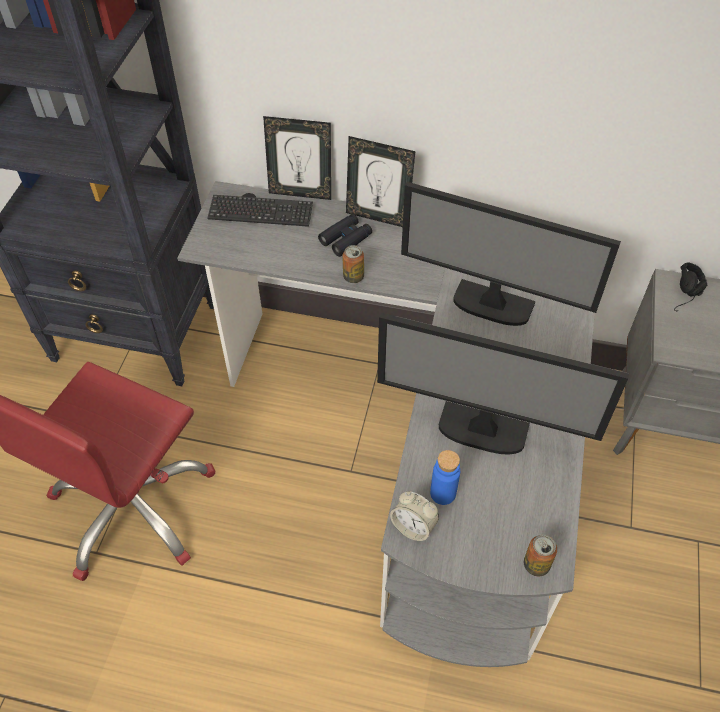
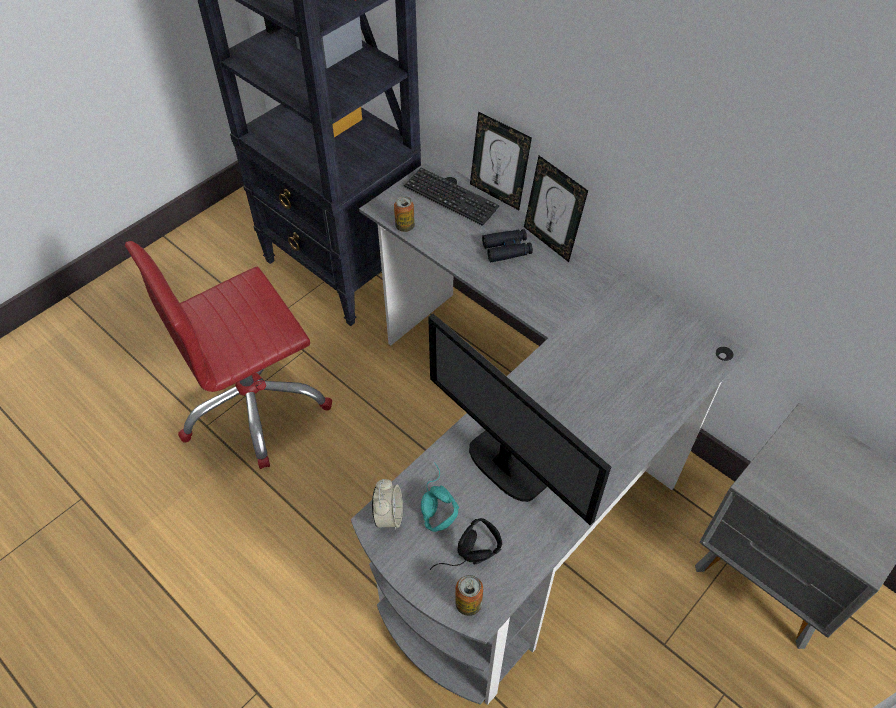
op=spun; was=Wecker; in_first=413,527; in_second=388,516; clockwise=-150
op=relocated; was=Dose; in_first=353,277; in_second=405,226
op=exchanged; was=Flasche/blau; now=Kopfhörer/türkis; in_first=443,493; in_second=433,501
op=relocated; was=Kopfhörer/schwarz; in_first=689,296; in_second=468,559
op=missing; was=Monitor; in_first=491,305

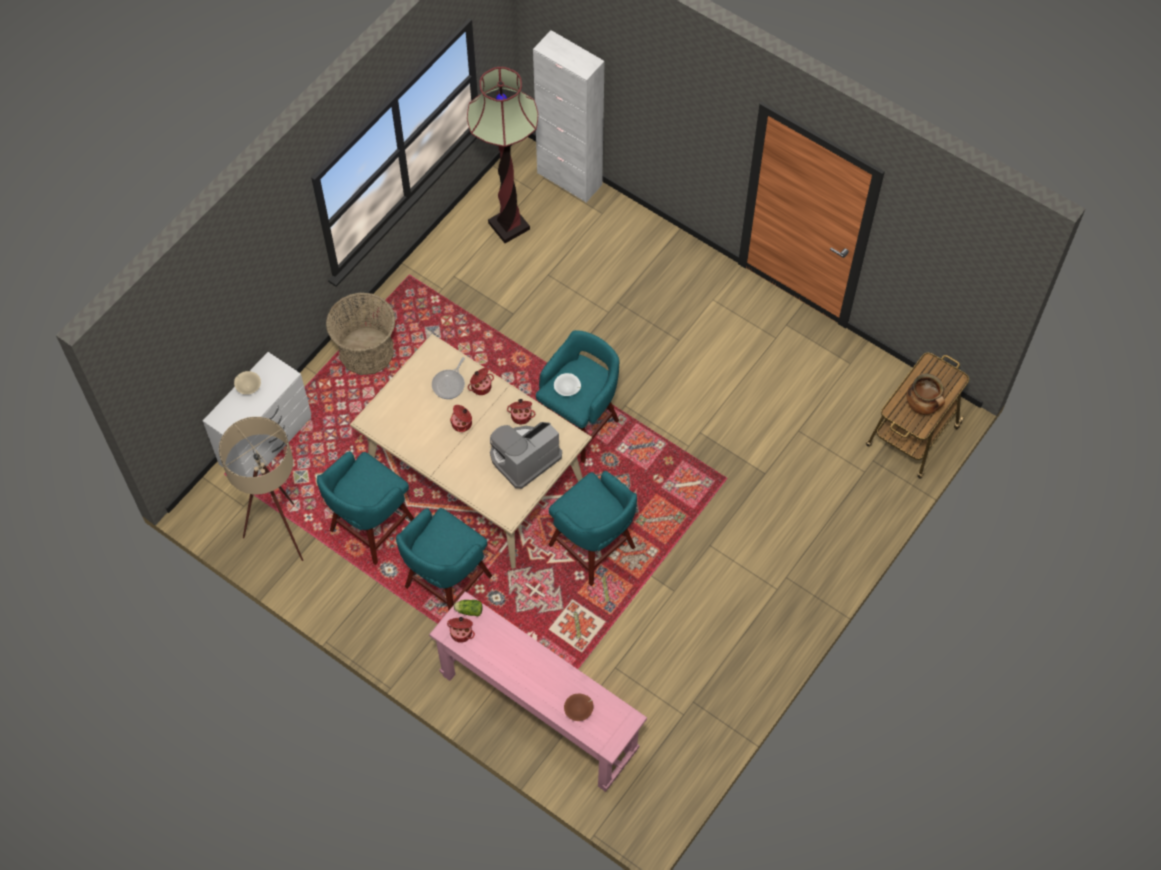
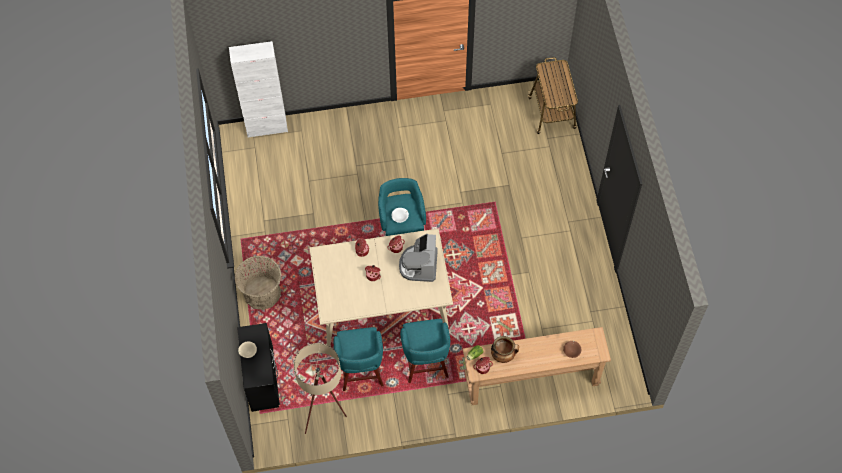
op=colour; was=Kommode/weiß; now=Kommode/schwarz; in_first=267,441; in_second=263,379
op=colour; was=Konsolentisch/rosa; now=Konsolentisch/braun; in_first=538,712; in_second=531,380
op=relocated; was=Kochtopf; in_first=922,406; in_second=503,355
op=missing; was=Pfanne; in_first=449,384
op=missing; was=Stehlampe; in_first=509,226
op=missing; was=Hocker/türkis; in_first=593,548

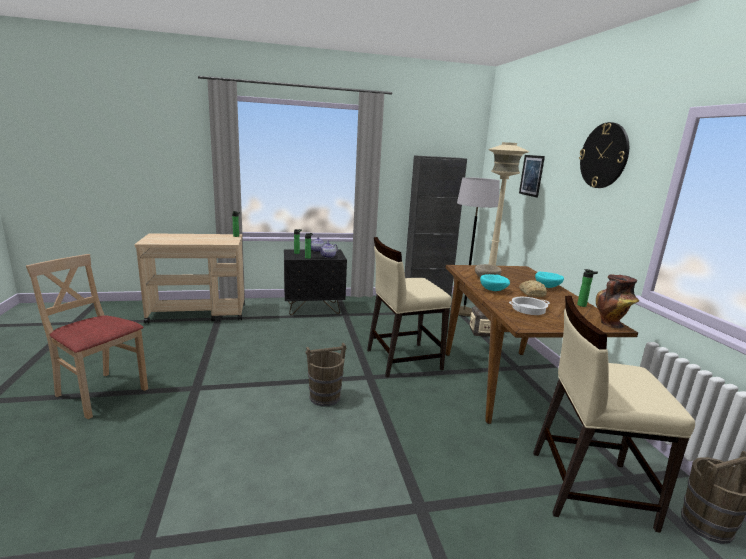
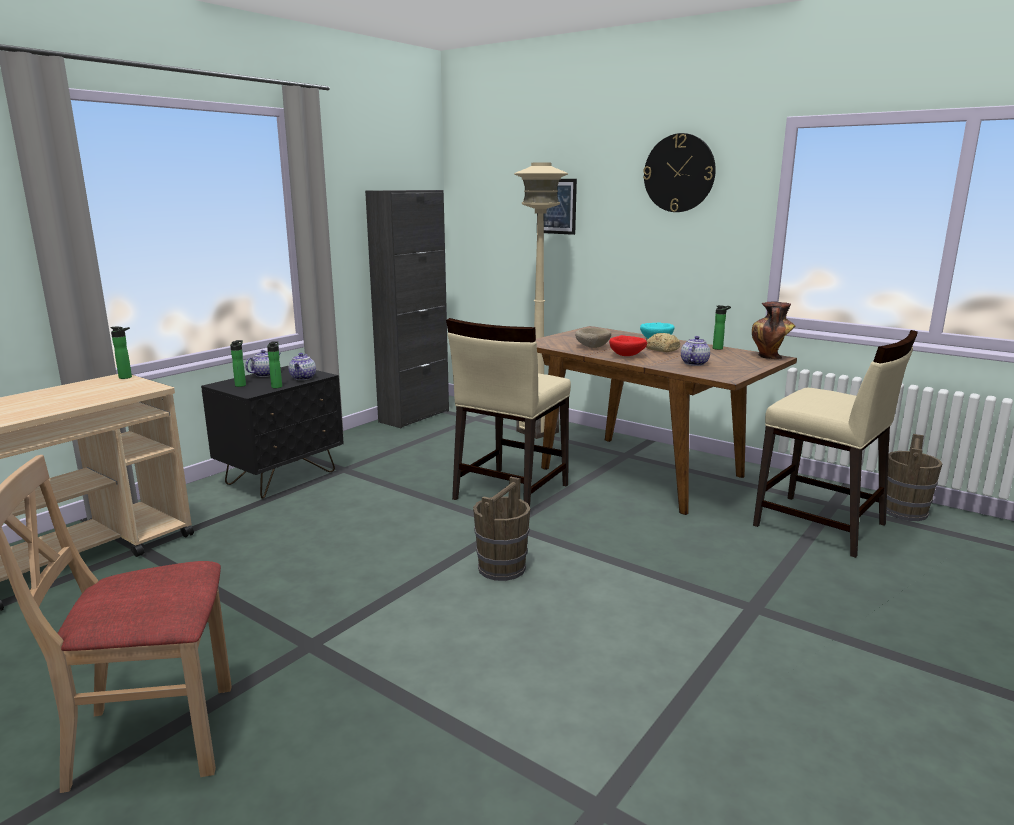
op=colour; was=Schüssel/türkis; now=Schüssel/rot; in_first=494,290; in_second=628,356
op=exchanged; was=Kochtopf; now=Teekanne; in_first=528,309; in_second=694,363
op=spun; was=Stuhl/beige; in_first=588,487; in_second=820,525; clockwise=-105
op=missing; was=Stehlampe/grau; in_first=463,312

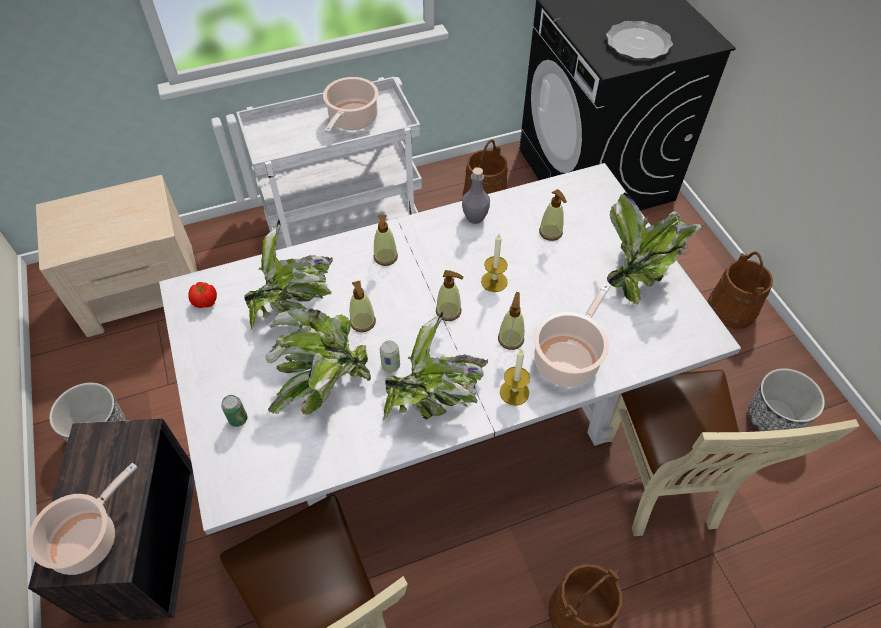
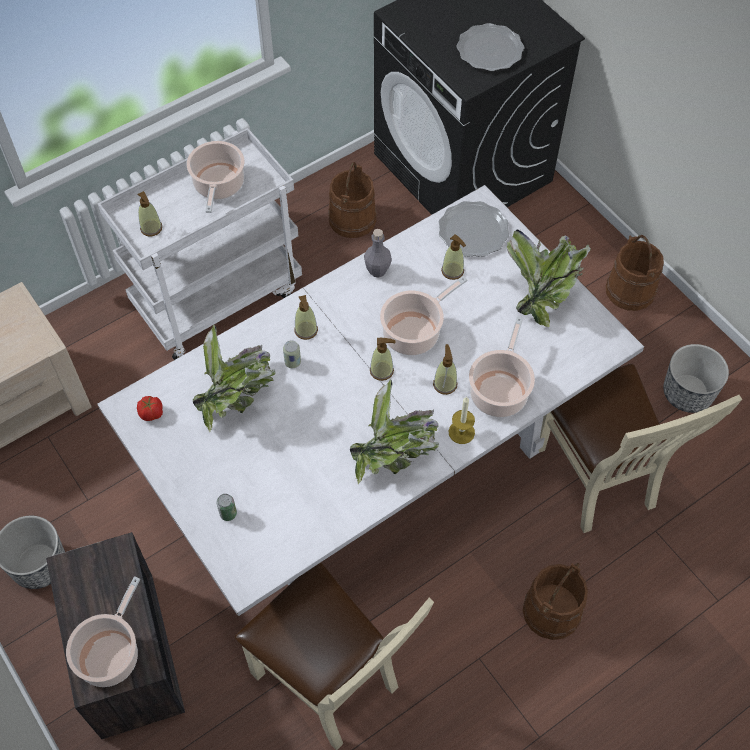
op=relocated; was=Seifenspender; in_first=363,322; in_second=151,228
op=relocated; was=Dose; in_first=391,366; in_second=292,362
op=exchanged; was=Kerze; now=Kochtopf; in_first=494,281; in_second=414,332
op=appeared; now=Teller; in_second=473,231
op=missing; was=Topfpflanze; in_first=323,384

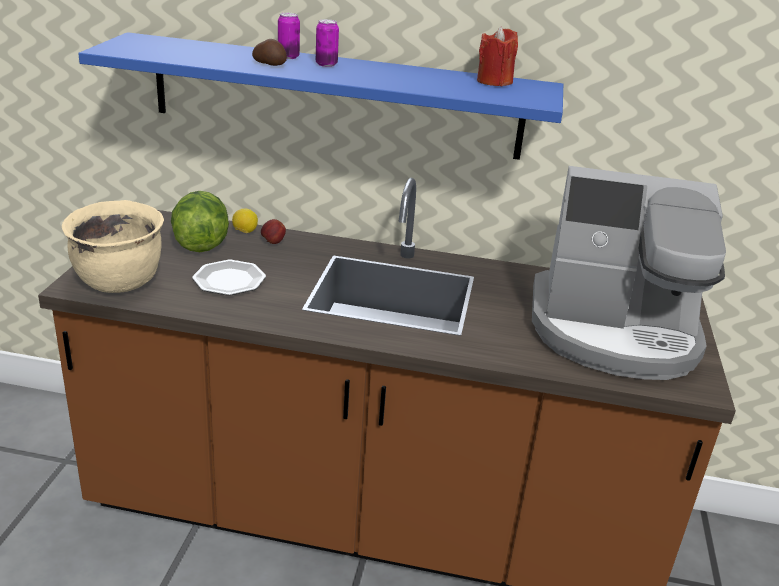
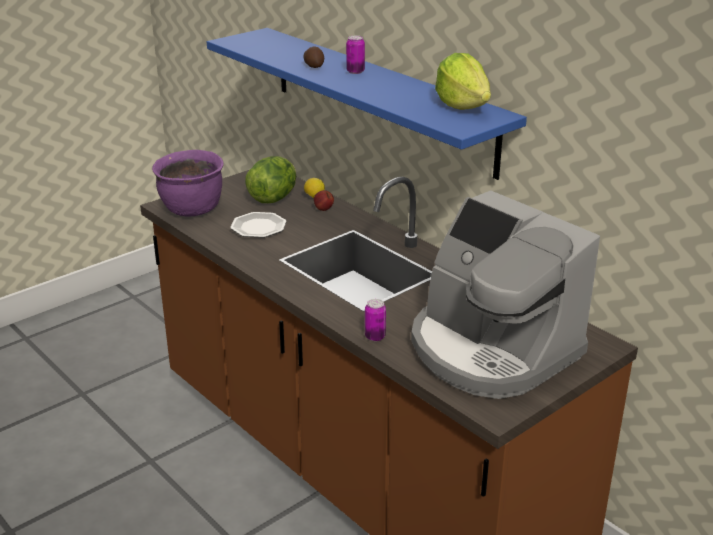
op=colour; was=Kochtopf/beige; now=Kochtopf/lila; in_first=120,282; in_second=192,210
op=relocated; was=Dose; in_first=288,57; in_second=375,337
op=exchanged; was=Kerze/rot; now=Salatkopf; in_first=494,81; in_second=462,105

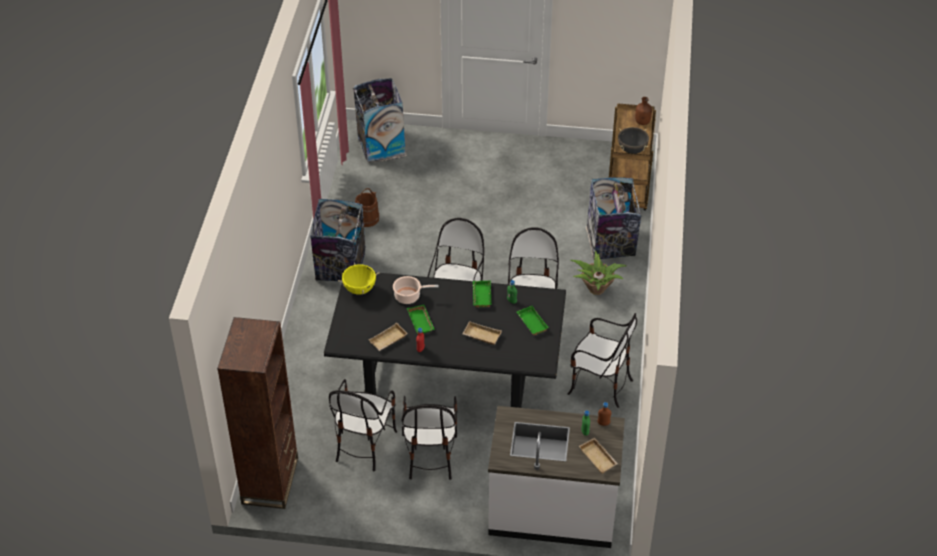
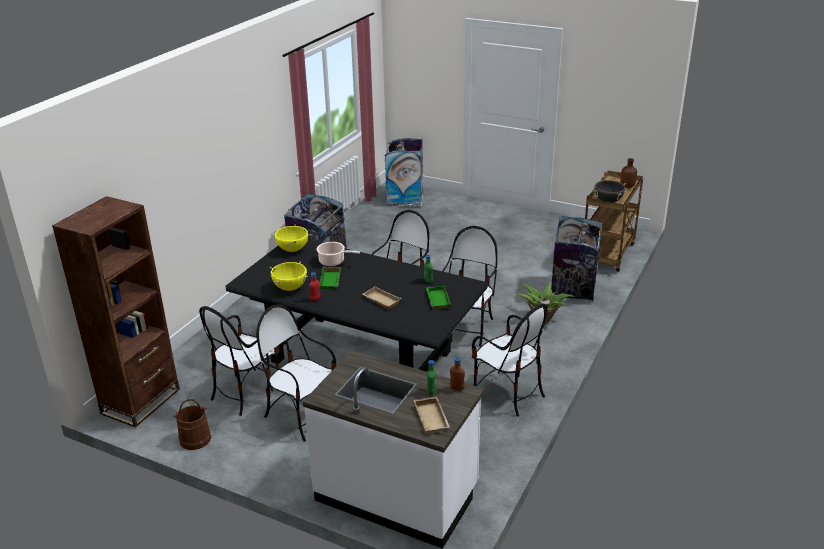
op=relocated; was=Eimer/braun; in_first=367,218; in_second=195,439
op=spun; was=Stuhl; in_first=430,456; in_second=302,415; clockwise=105
op=exchanged; was=Tablett/beige; now=Kochtopf/gelb; in_first=388,340; in_second=290,288
op=missing; was=Tablett/grün; in_first=481,295

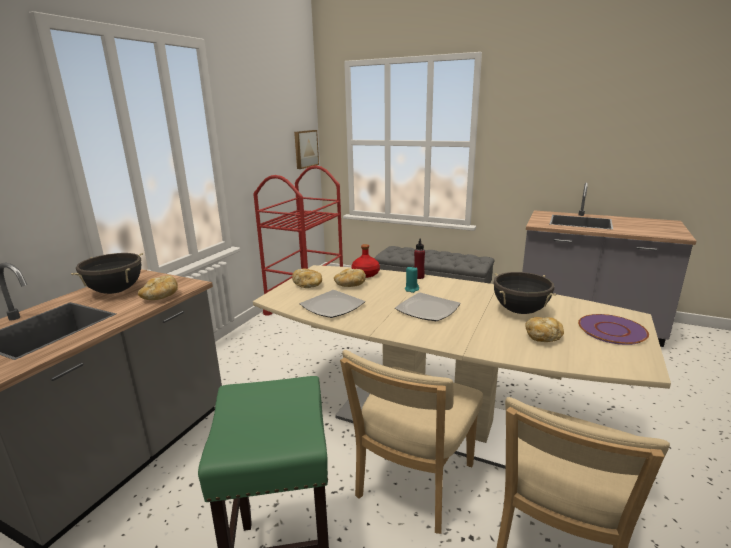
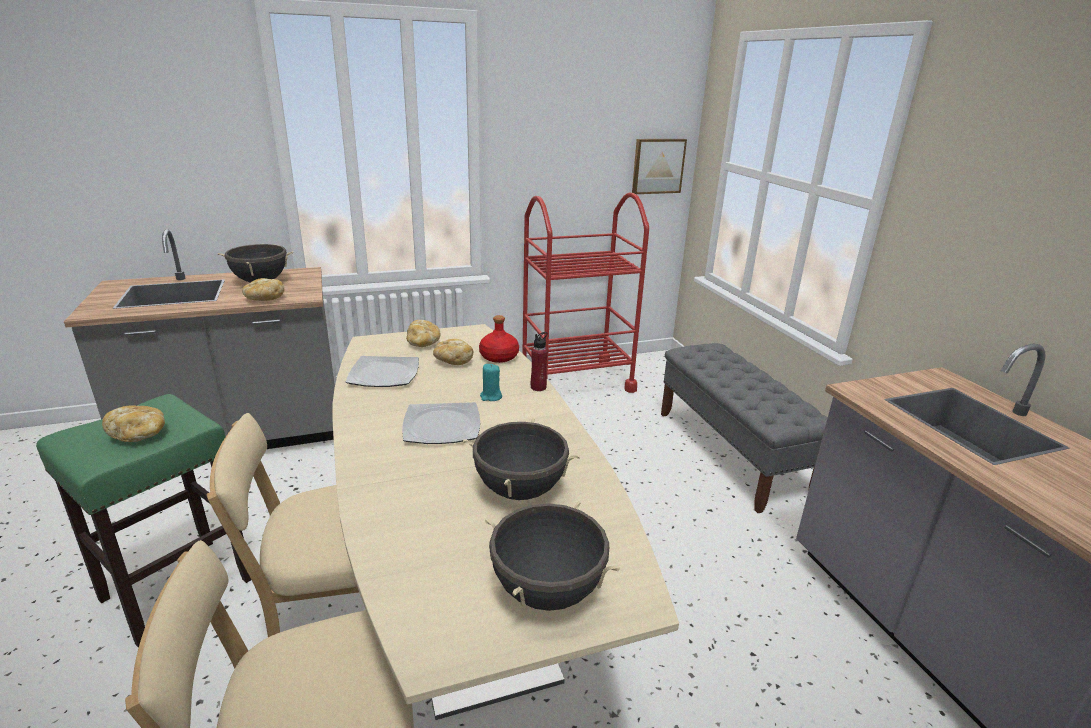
op=relocated; was=Brot; in_first=543,337; in_second=139,434
op=exchanged; was=Teller/lila; now=Kochtopf/schwarz; in_first=611,330; in_second=547,590

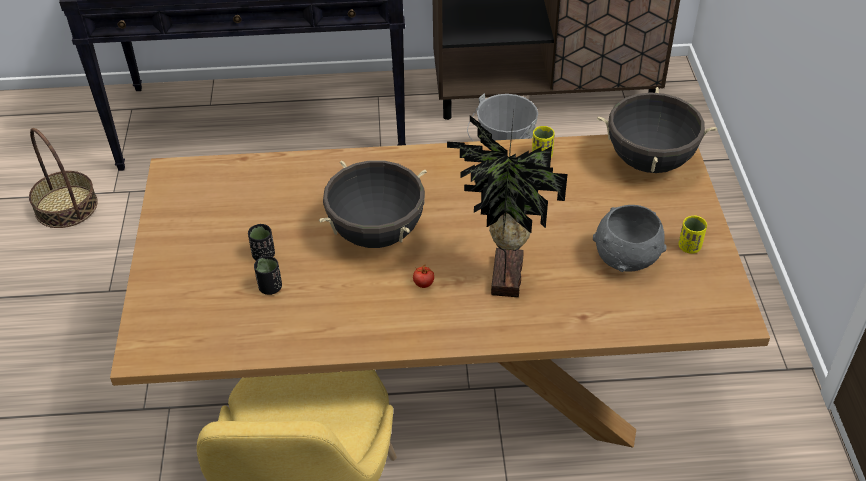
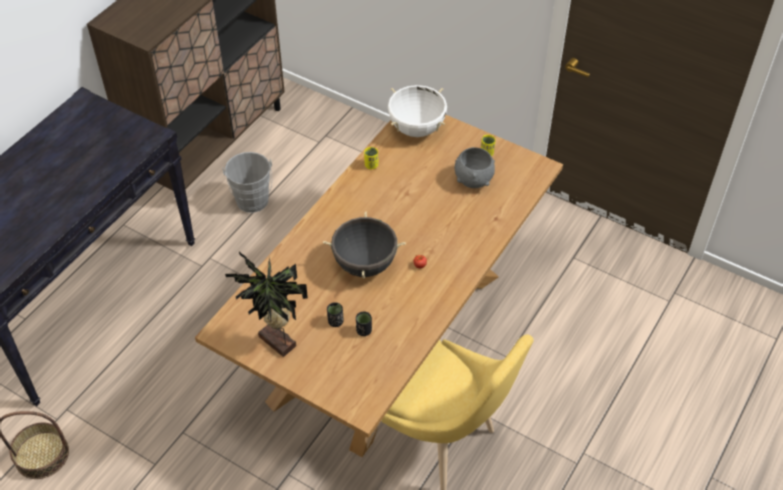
op=relocated; was=Topfpflanze; in_first=503,277; in_second=276,343
op=colour; was=Kochtopf/schwarz; now=Kochtopf/weiß; in_first=649,161; in_second=416,128

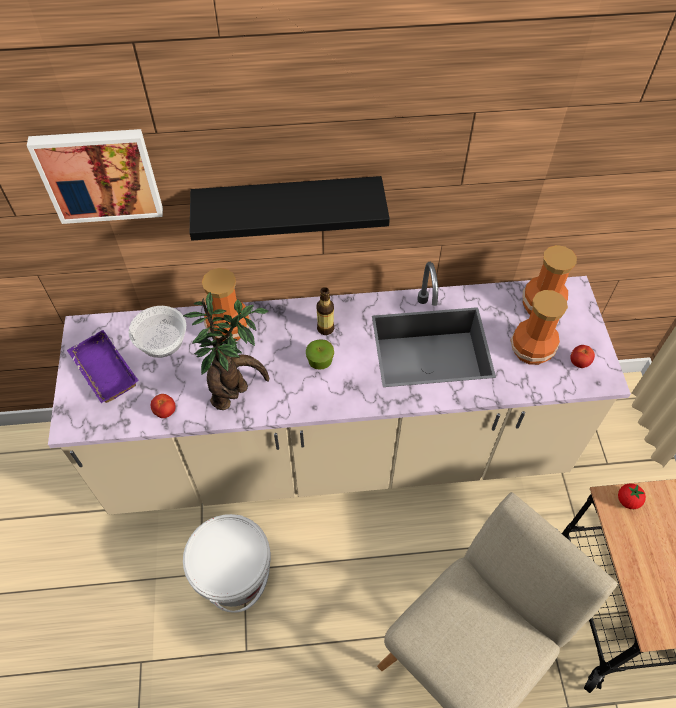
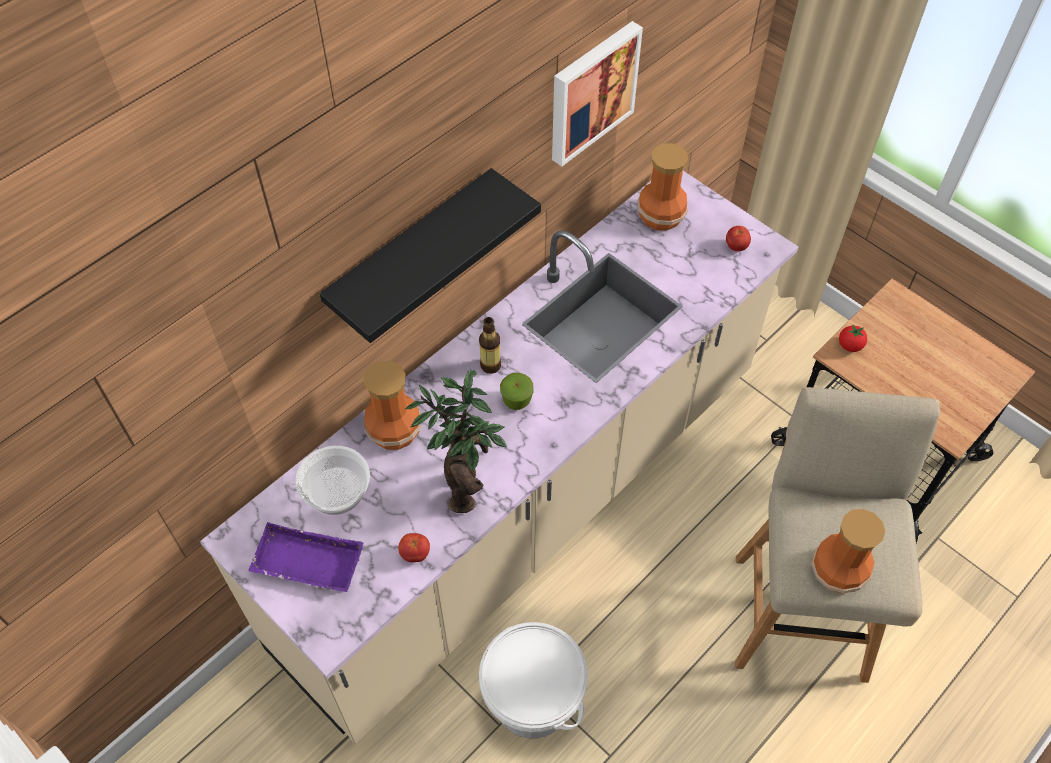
op=relocated; was=Bild; in_first=99,174; in_second=591,91
op=relocated; was=Vase; in_first=532,350; in_second=840,571

